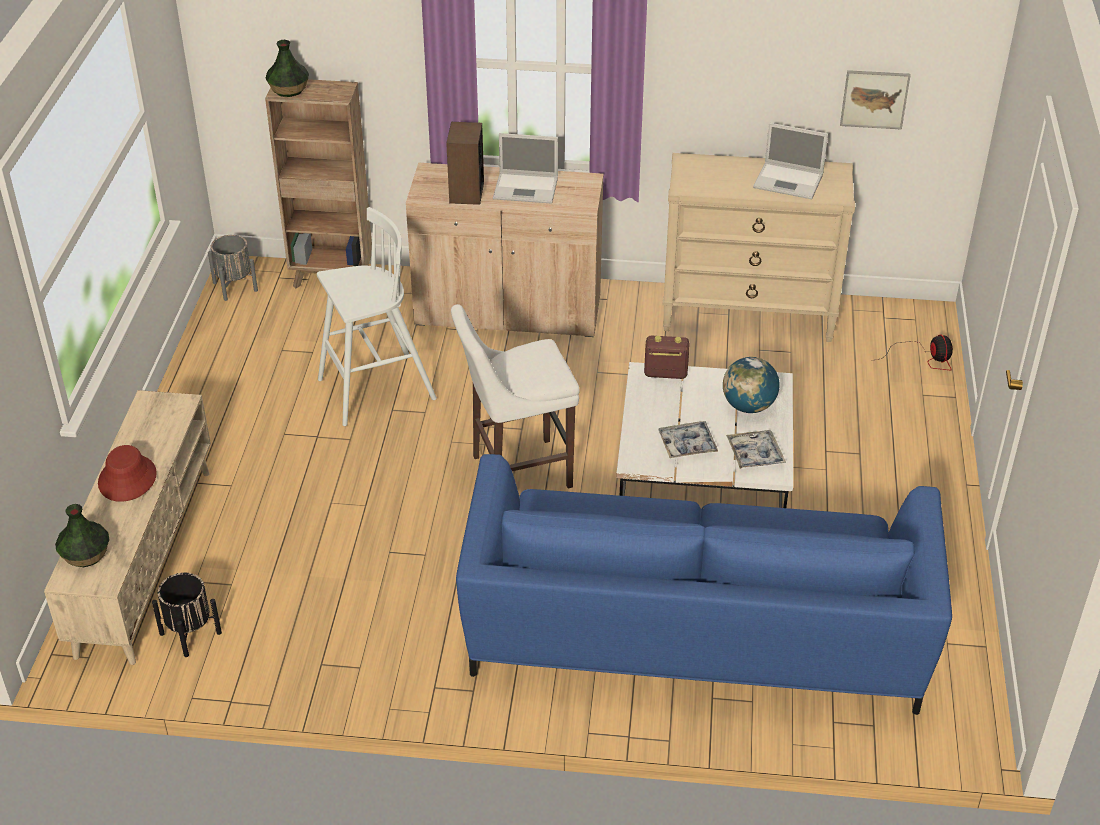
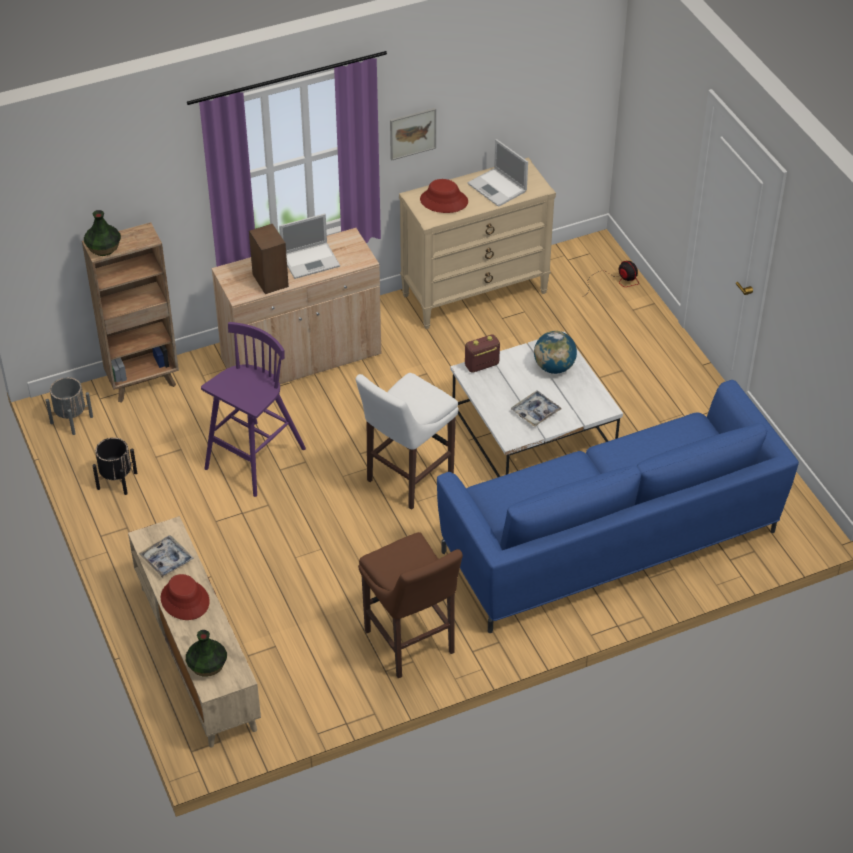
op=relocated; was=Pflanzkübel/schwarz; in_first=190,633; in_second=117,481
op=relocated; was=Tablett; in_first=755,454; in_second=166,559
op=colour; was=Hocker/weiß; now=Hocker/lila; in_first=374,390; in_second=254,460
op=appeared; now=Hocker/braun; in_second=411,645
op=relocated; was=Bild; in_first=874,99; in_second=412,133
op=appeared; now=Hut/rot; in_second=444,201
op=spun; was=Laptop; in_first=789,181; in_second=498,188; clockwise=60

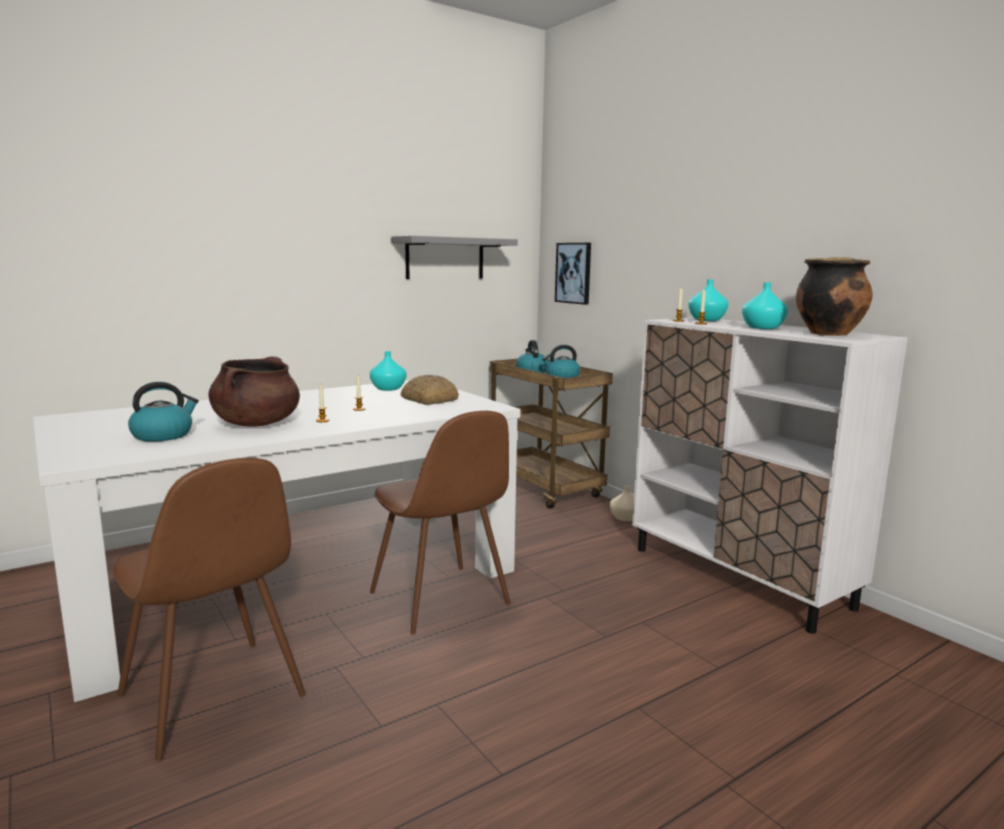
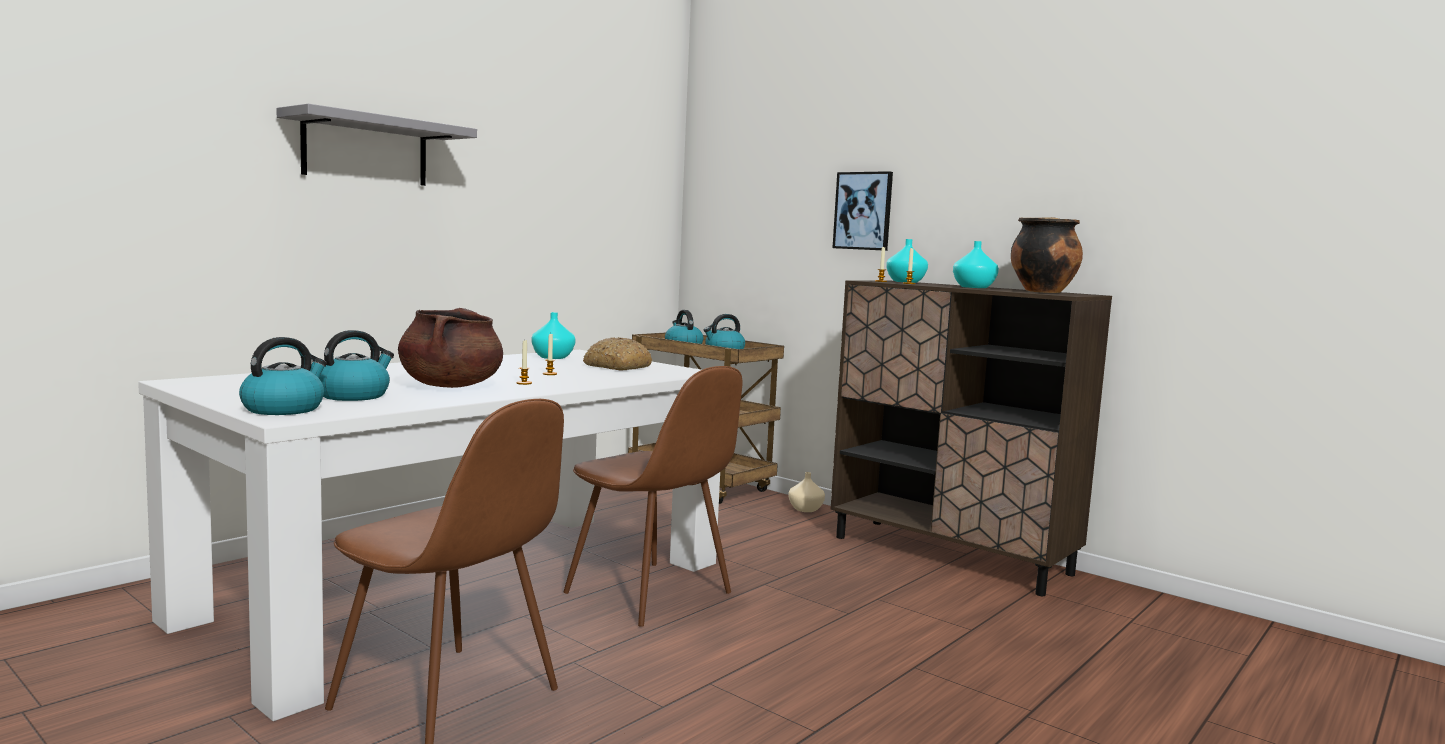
op=appeared; now=Wasserkessel; in_second=284,409
op=relocated; was=Wandregal/grau; in_first=445,258; in_second=365,150
op=colour; was=Schrank/weiß; now=Schrank/braun; in_first=739,577; in_second=951,555
op=relocated; was=Bild; in_first=574,273; in_second=863,211

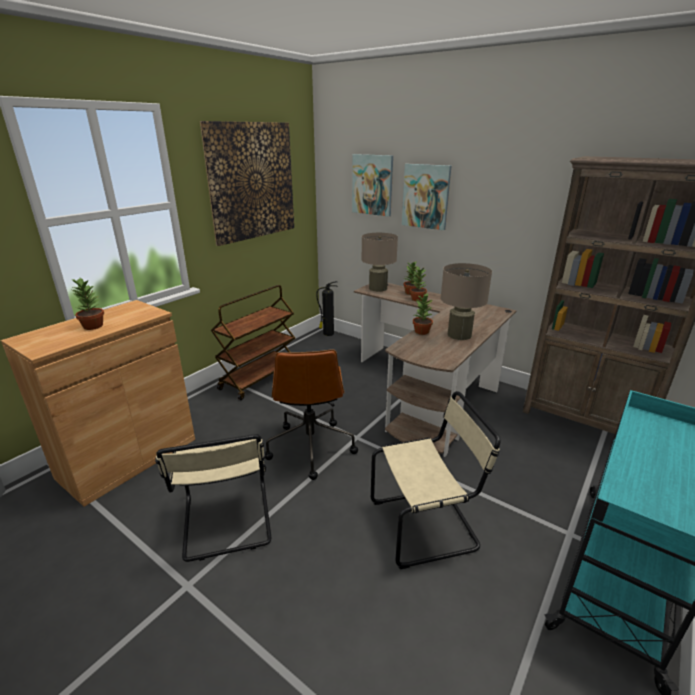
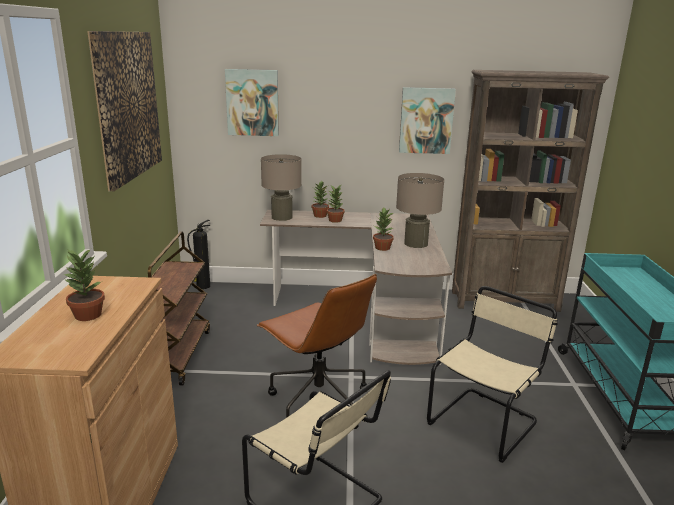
op=relocated; was=Bild; in_first=426,196; in_second=426,120

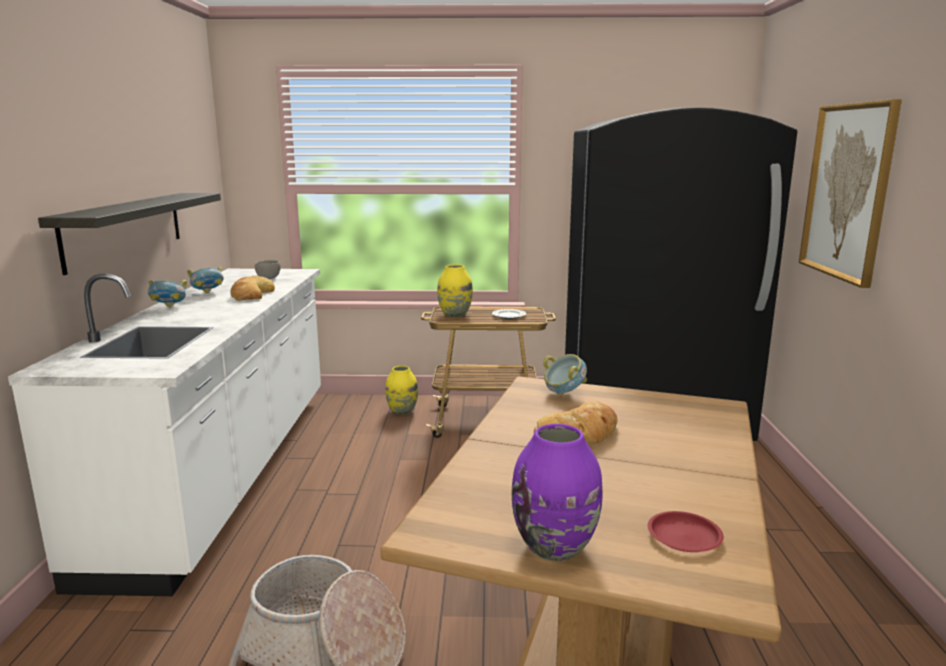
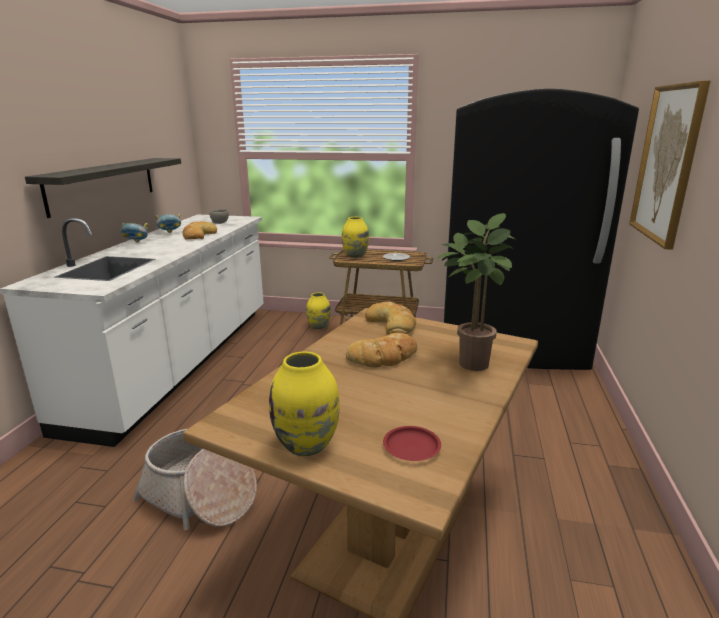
op=colour; was=Vase/lila; now=Vase/gelb; in_first=555,546; in_second=307,445
op=exchanged; was=Schüssel; now=Brot; in_first=563,393; in_second=392,324
op=appeared; now=Topfpflanze; in_second=470,361

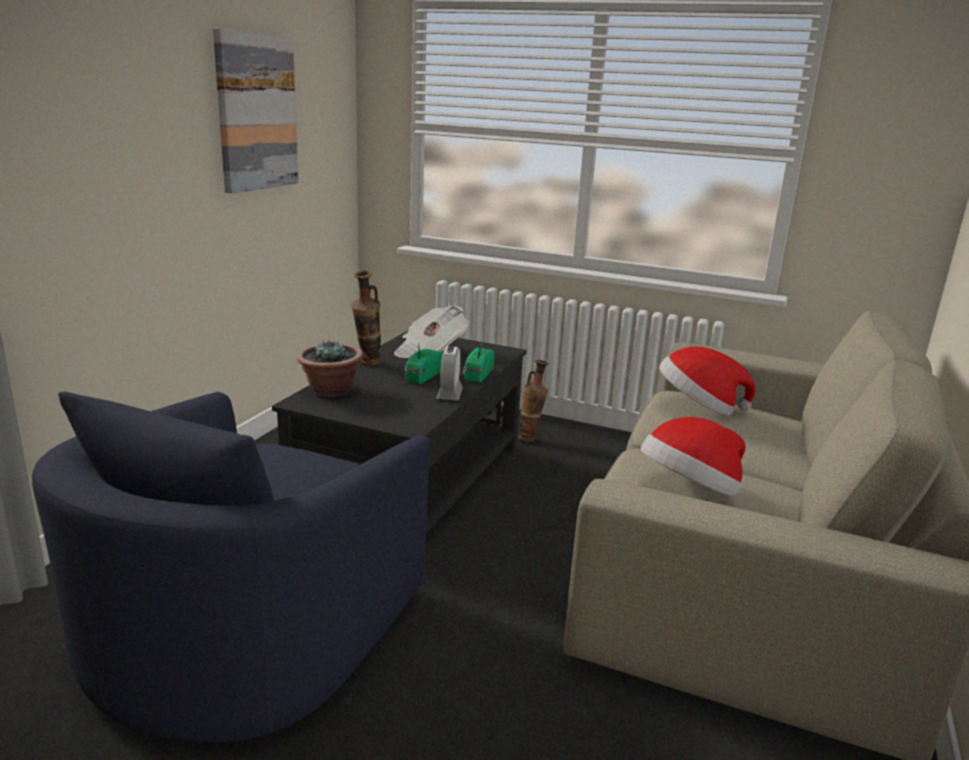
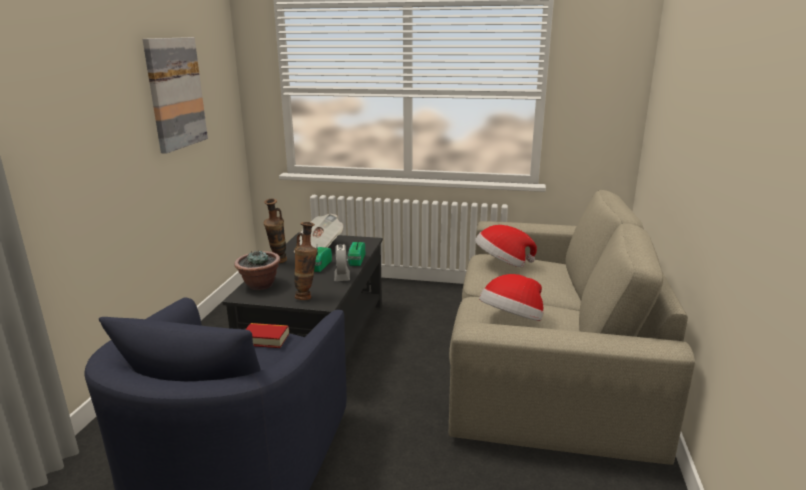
op=appeared; now=Buch; in_second=265,339
op=relocated; was=Vase; in_first=530,438; in_second=307,296

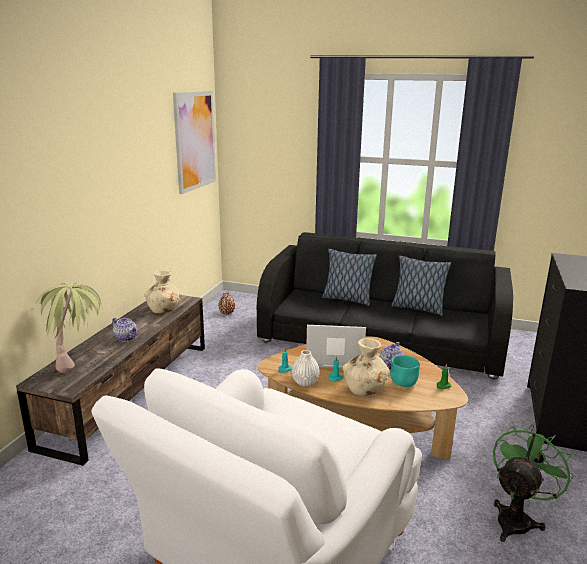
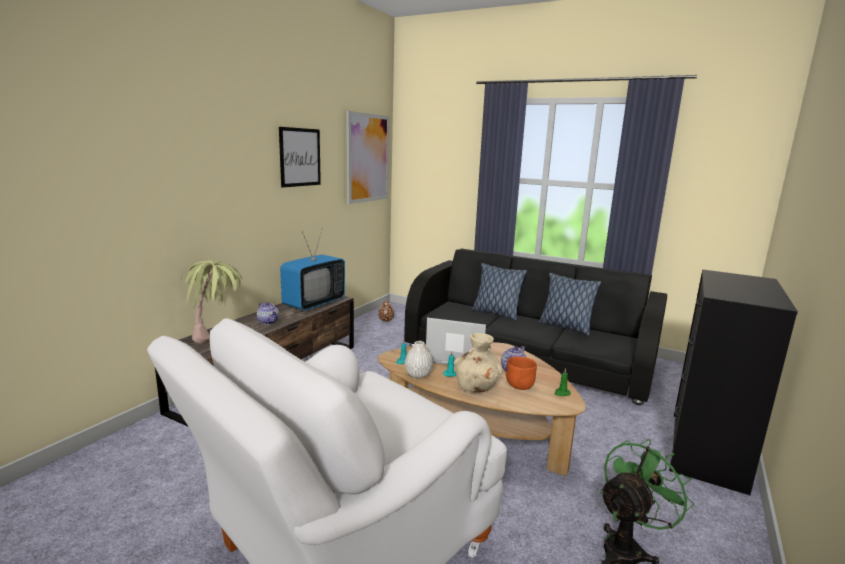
op=appeared; now=Bild; in_second=300,157
op=exchanged; was=Vase/beige; now=Fernseher; in_first=164,309; in_second=314,303
op=colour; was=Schüssel/türkis; now=Schüssel/orange; in_first=403,384; in_second=519,387

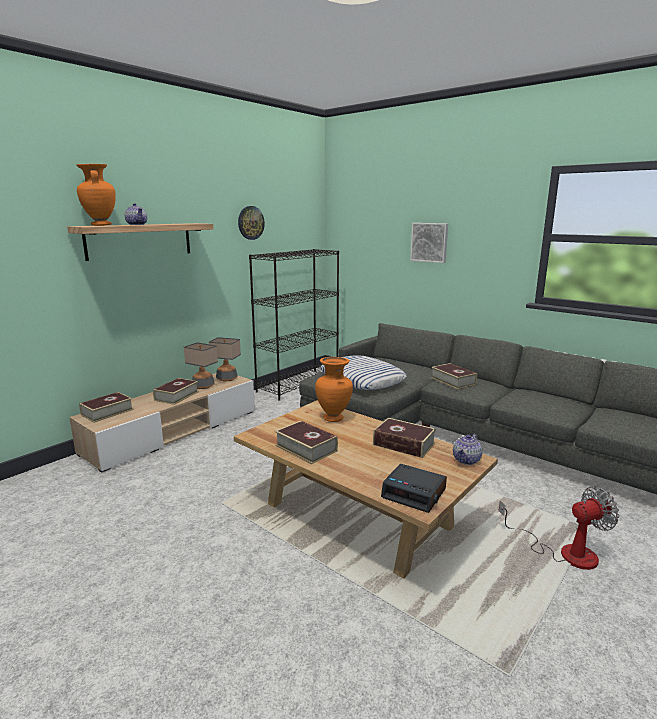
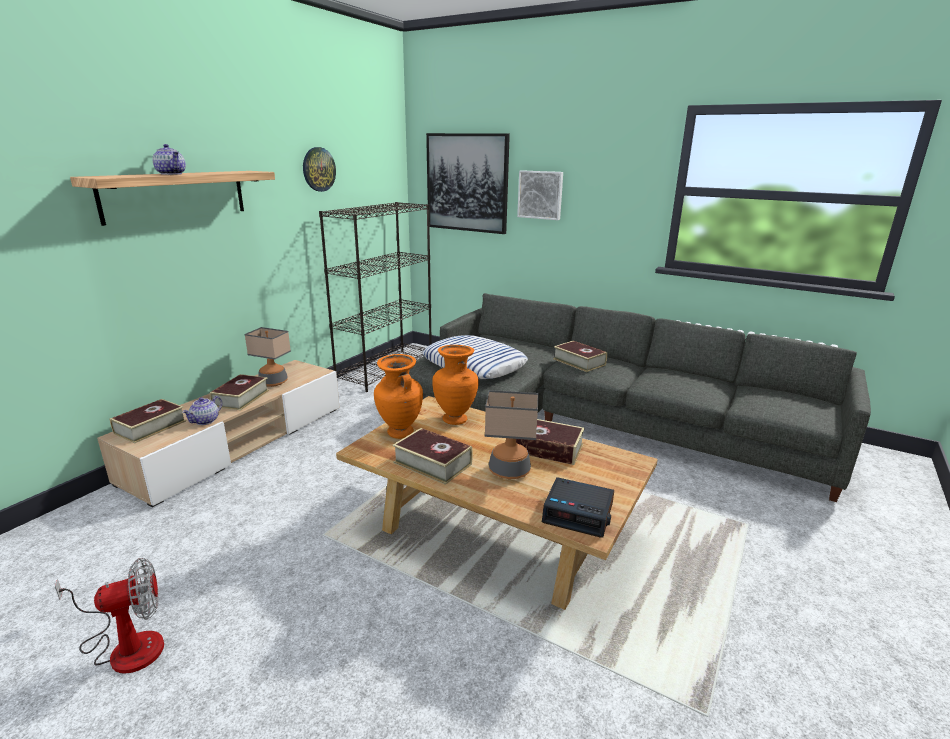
op=relocated; was=Ventilator; in_first=564,552; in_second=126,645
op=relocated; was=Teekanne; in_first=467,460; in_second=206,421
op=relocated; was=Vase/orange; in_first=100,225; in_second=399,433
op=appeared; now=Bild; in_second=467,183
op=relocated; was=Tischlampe; in_first=226,379; in_second=509,471

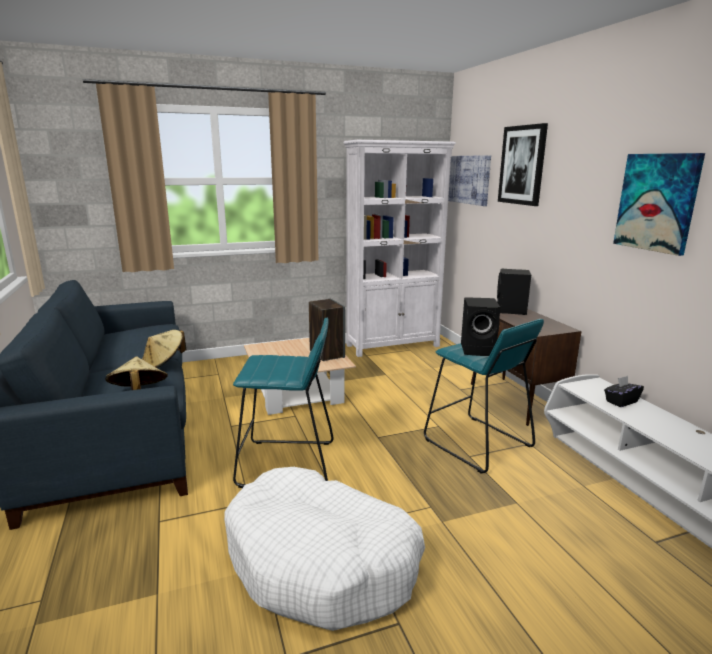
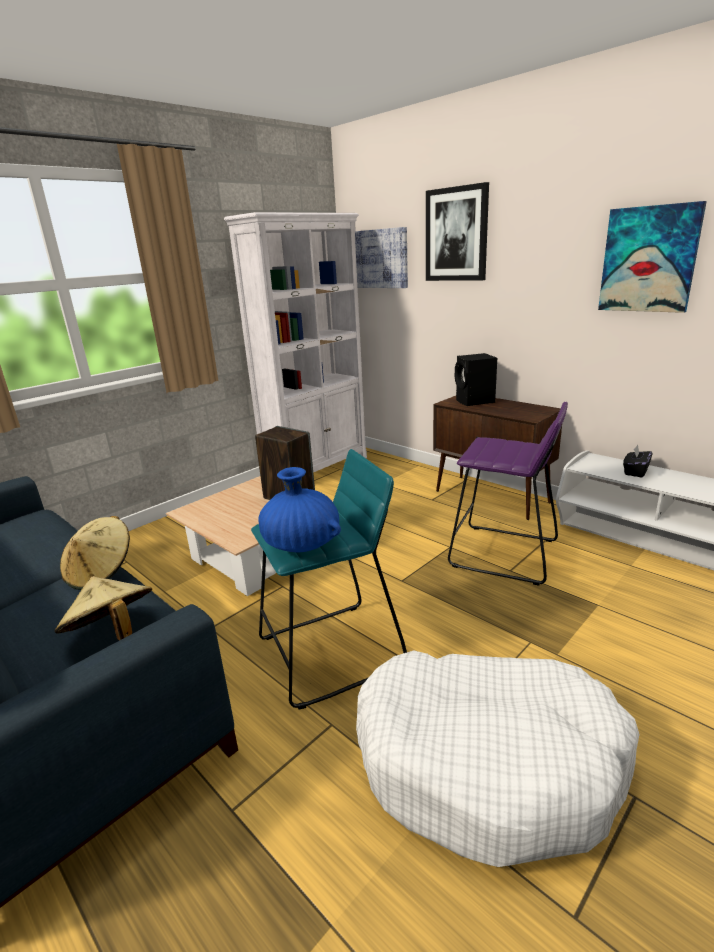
op=appeared; now=Vase/blau; in_second=301,545
op=colour; was=Hocker/türkis; now=Hocker/lila; in_first=477,443; in_second=503,554
op=missing; was=Lautsprecher/schwarz; in_first=479,349

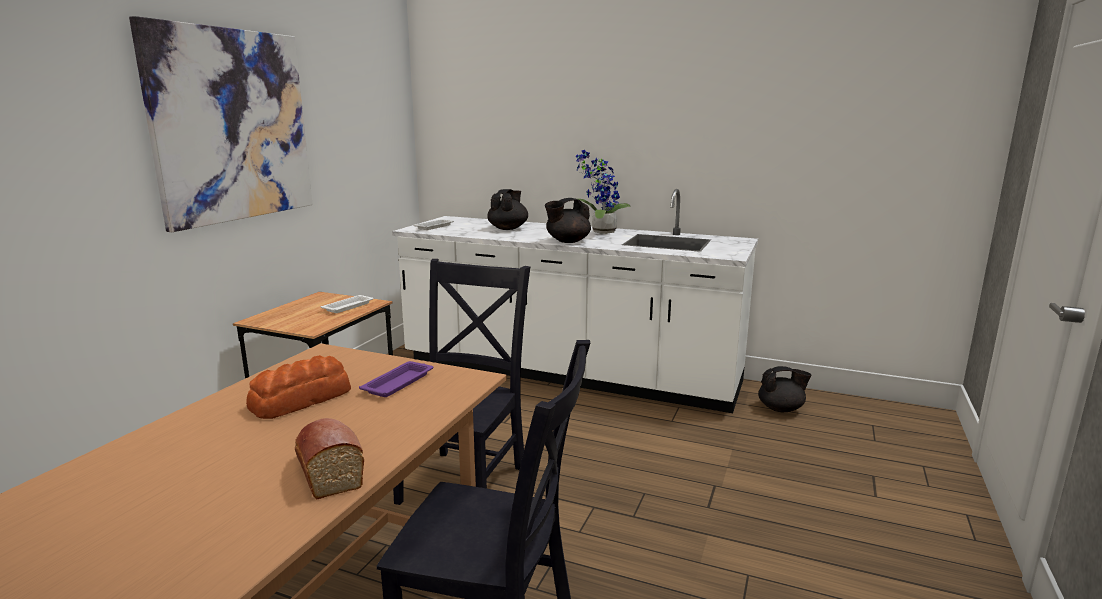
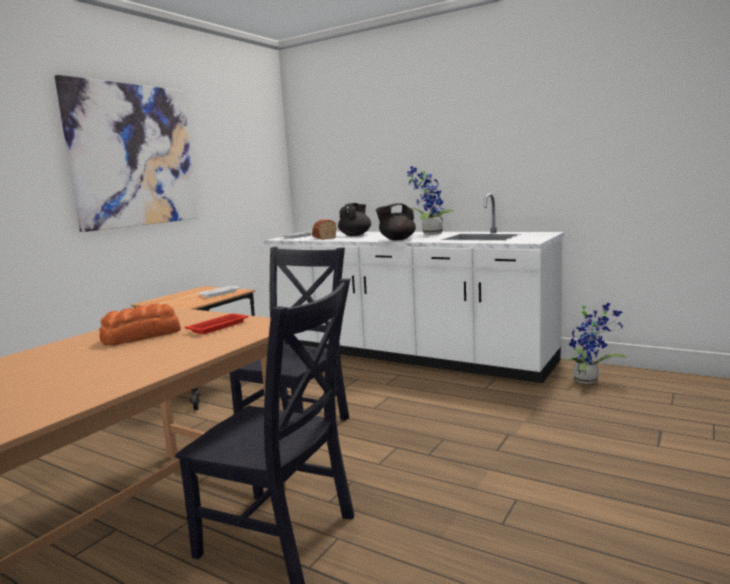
op=colour; was=Tablett/lila; now=Tablett/rot; in_first=399,383; in_second=219,327
op=relocated; was=Brot; in_first=328,471; in_second=323,237
op=exchanged; was=Teekanne/schwarz; now=Topfpflanze; in_first=781,409; in_second=589,380

